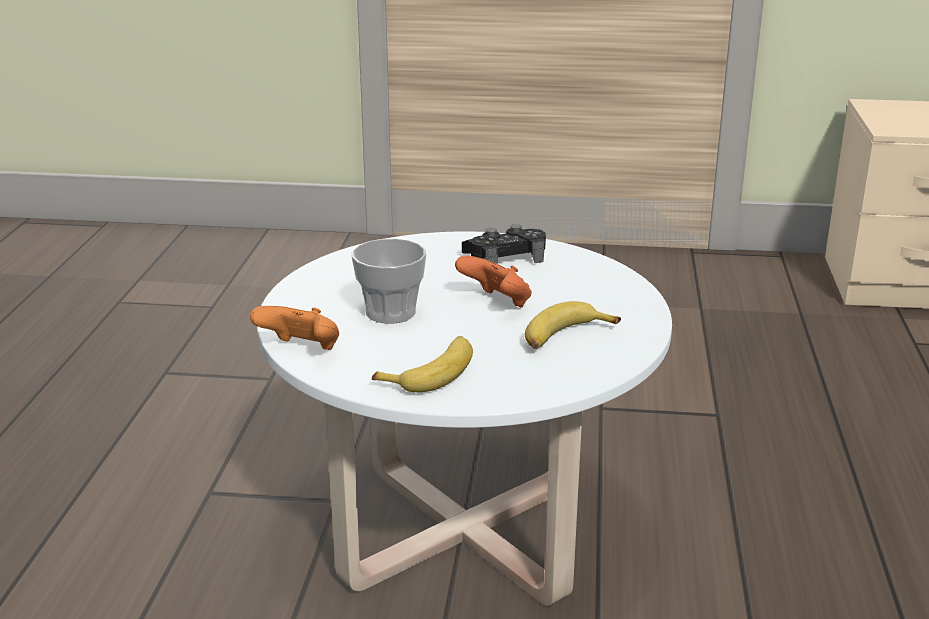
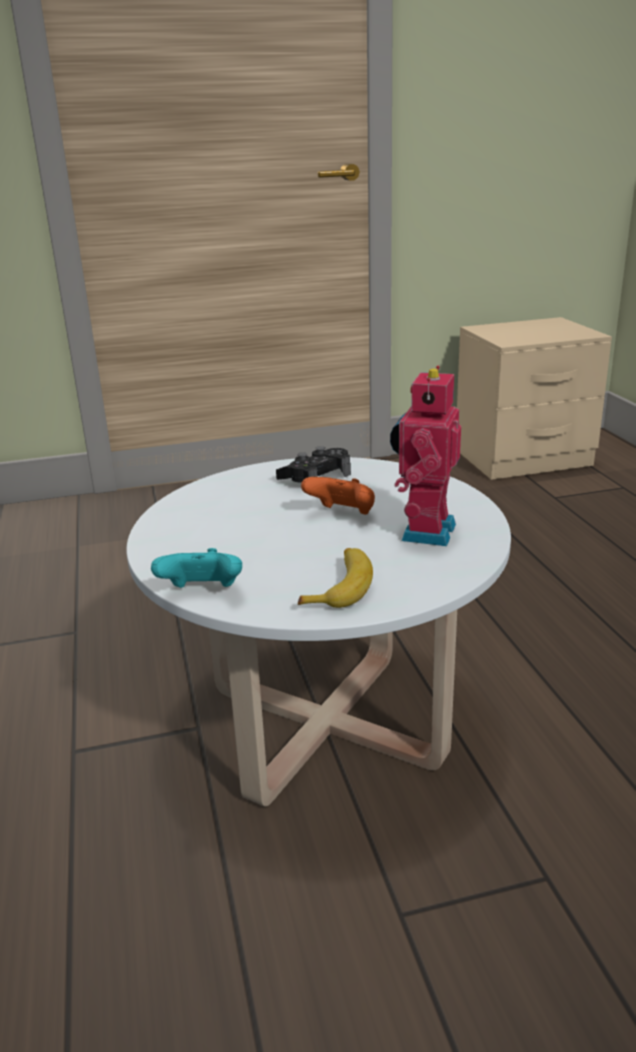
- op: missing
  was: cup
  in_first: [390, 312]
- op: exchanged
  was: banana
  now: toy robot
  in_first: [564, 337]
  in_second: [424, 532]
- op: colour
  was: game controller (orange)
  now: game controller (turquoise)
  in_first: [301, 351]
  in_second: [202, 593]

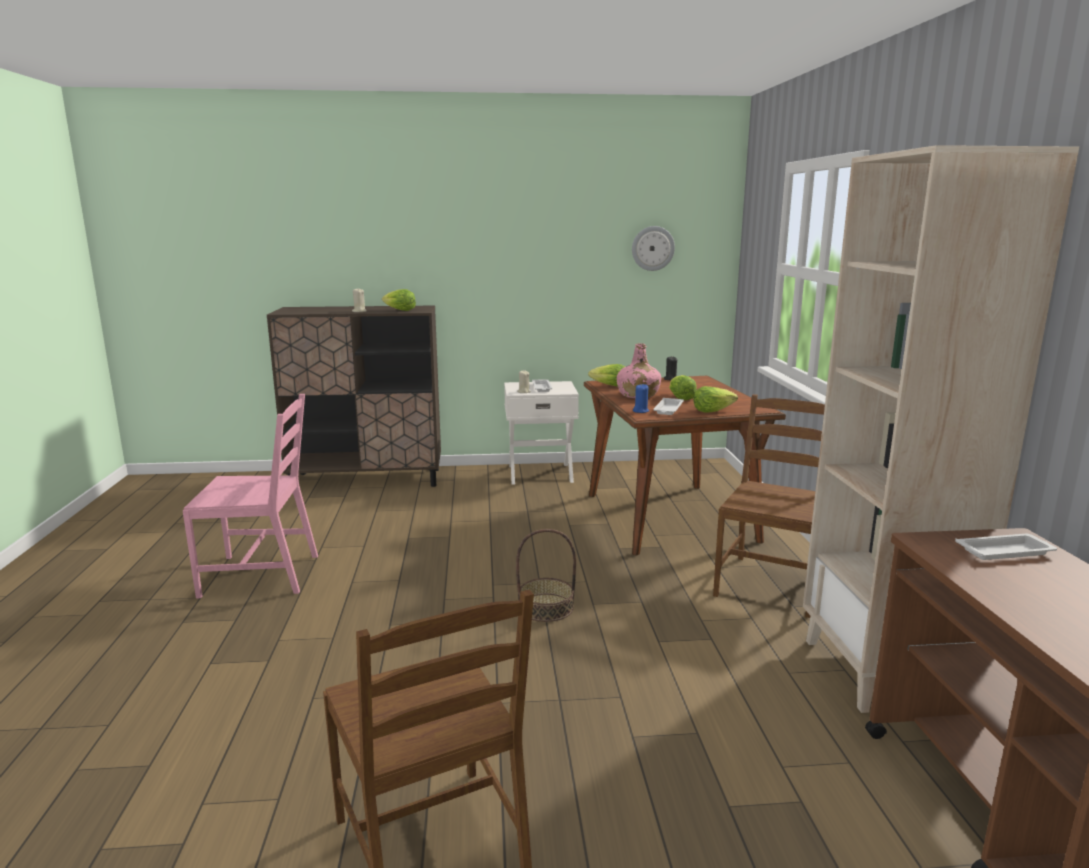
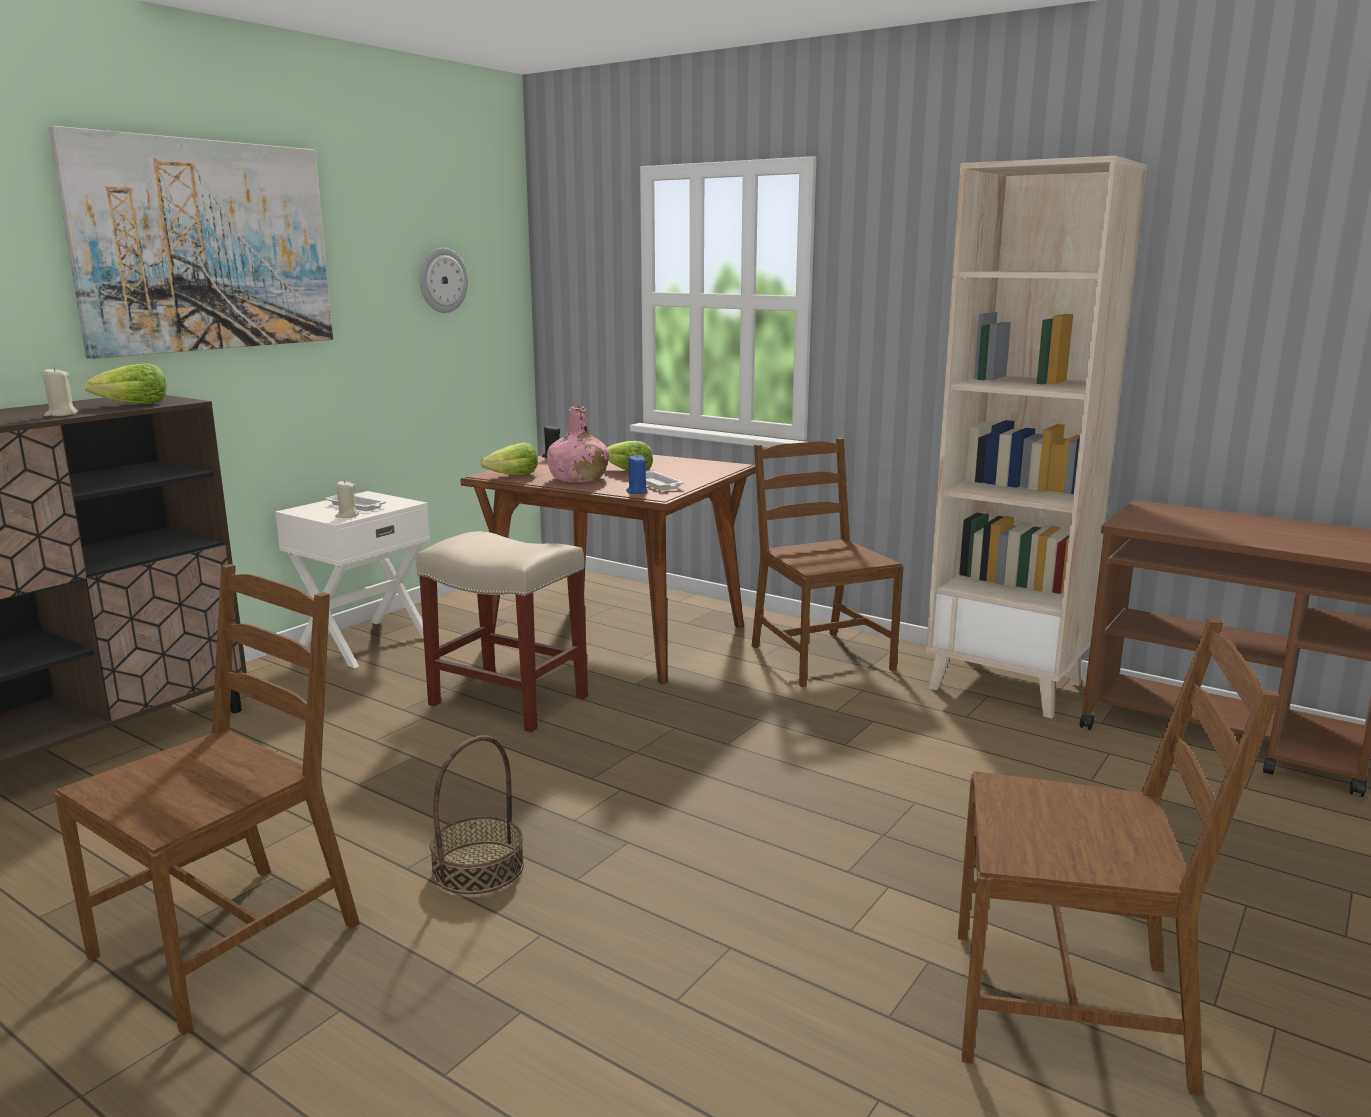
- op: missing
  was: lettuce
  in_first: [712, 411]
- op: colour
  was: chair (pink)
  now: chair (brown)
  in_first: [262, 574]
  in_second: [229, 940]
- op: relocated
  was: basket
  in_first: [546, 607]
  in_second: [478, 867]
- op: missing
  was: tray (white)
  in_first: [1006, 552]
- op: appeared
  now: picture
  in_second: [205, 246]
- op: appeared
  now: stool (beige)
  in_second: [506, 700]

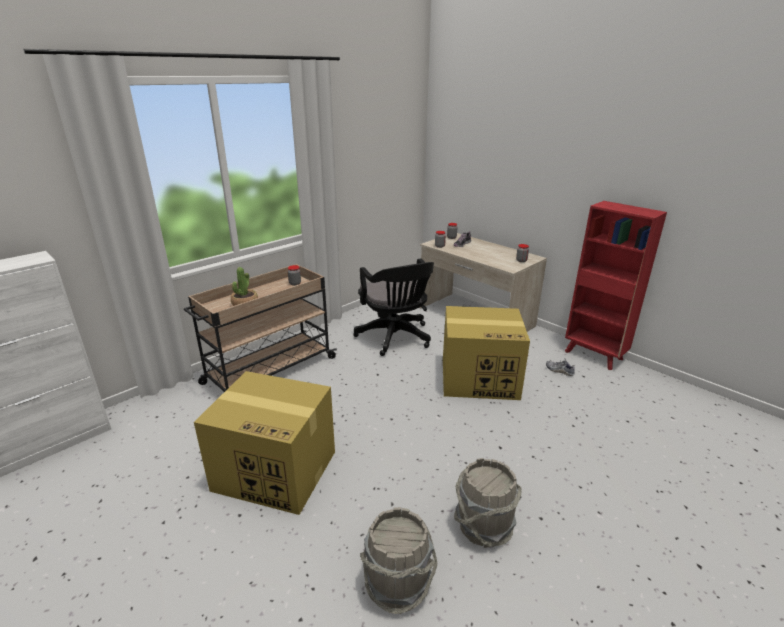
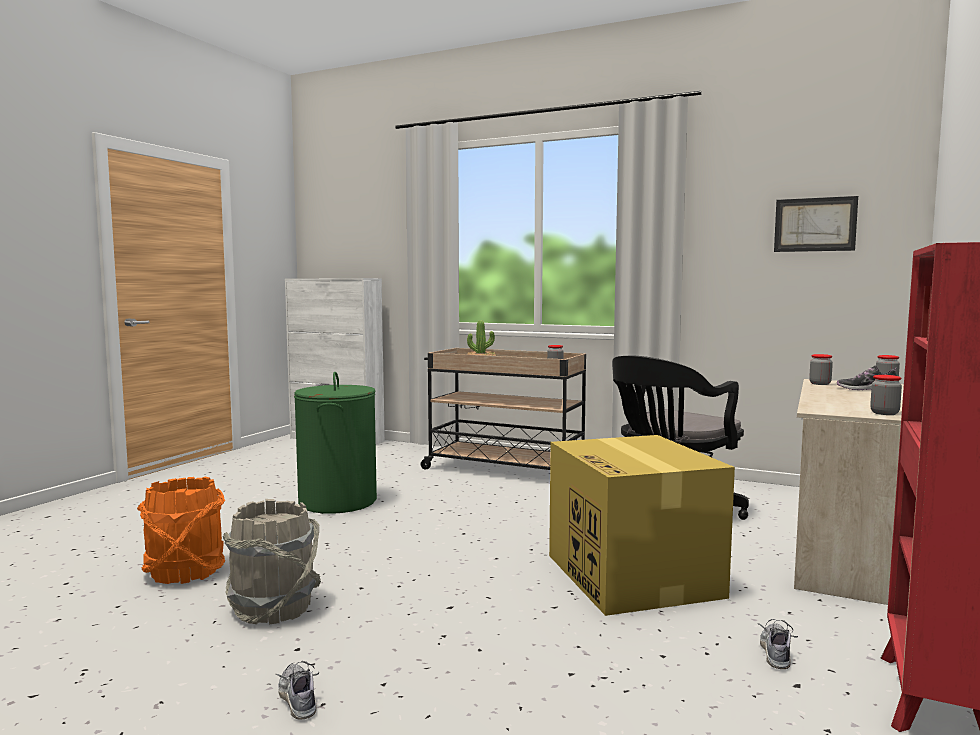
- op: exchanged
  was: cardboard box
  now: laundry basket (green)
  in_first: [277, 470]
  in_second: [338, 501]
- op: colour
  was: bucket (grey)
  now: bucket (orange)
  in_first: [397, 584]
  in_second: [186, 571]
- op: appeared
  now: picture
  in_second: [815, 224]
- op: appeared
  now: shoe
  in_second: [298, 698]

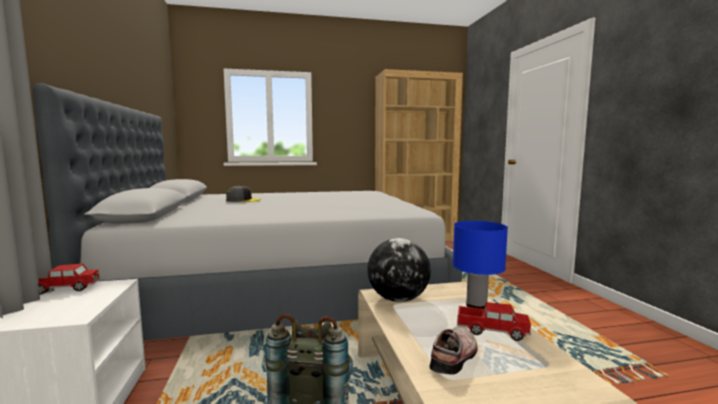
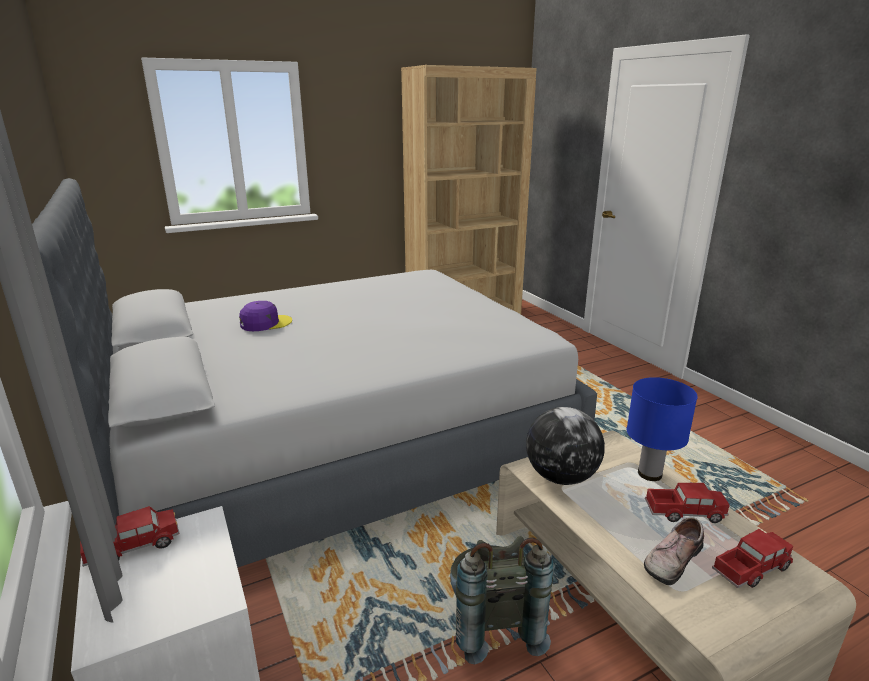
- op: colour
  was: cap (grey)
  now: cap (purple)
  in_first: [243, 200]
  in_second: [265, 323]
- op: spun
  was: shoe
  in_first: [455, 356]
  in_second: [671, 559]
  clockwise: -150
- op: appeared
  now: toy truck
  in_second: [751, 568]

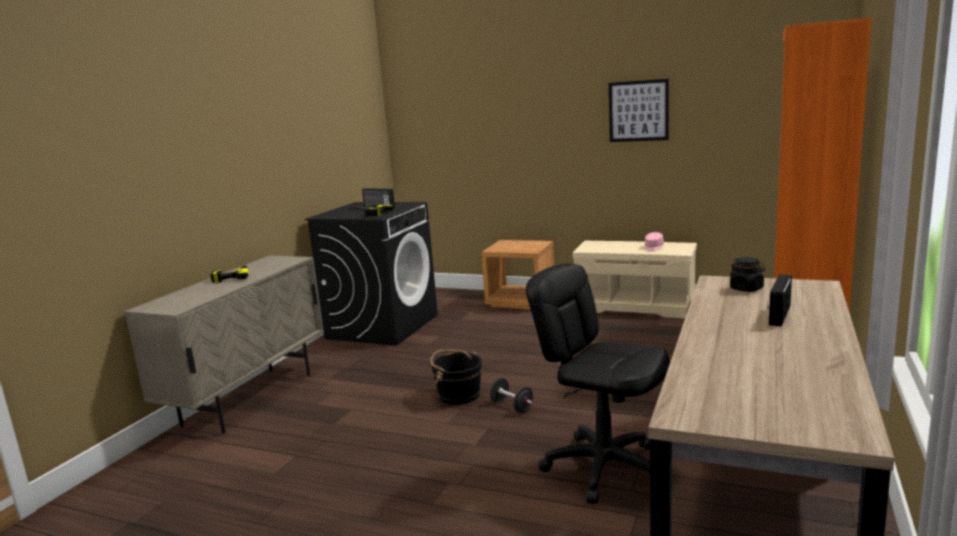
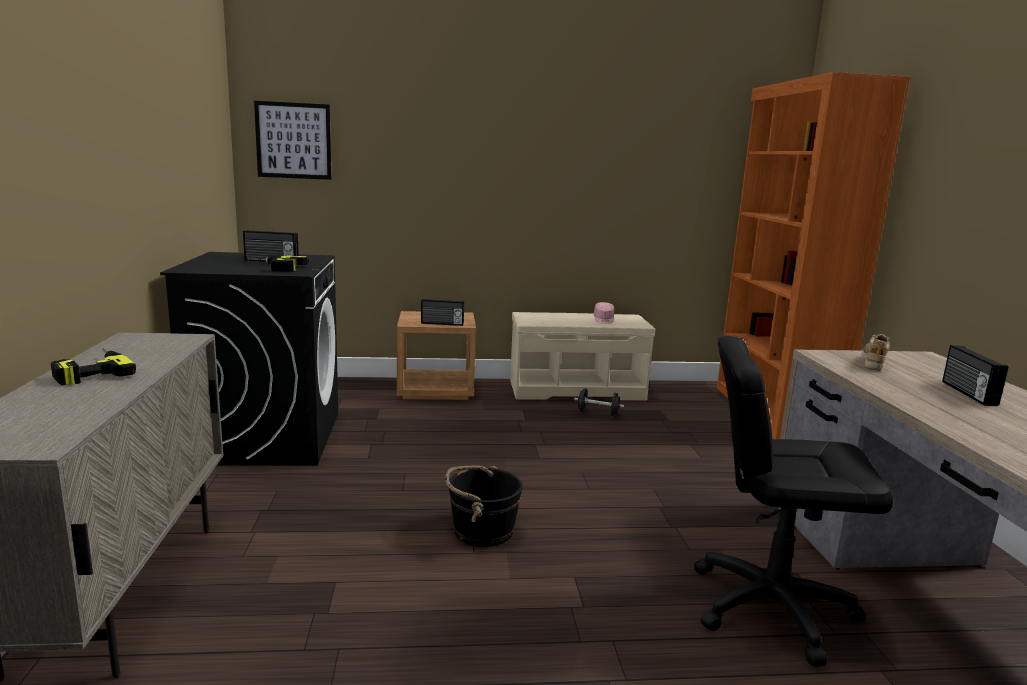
- op: relocated
  was: picture
  in_first: [638, 111]
  in_second: [293, 140]
- op: exchanged
  was: jar (black)
  now: shoe (beige)
  in_first: [746, 289]
  in_second: [873, 363]
- op: relocated
  was: dumbbell (black)
  in_first: [511, 406]
  in_second: [598, 413]
- op: appeared
  now: radio
  in_second: [442, 323]

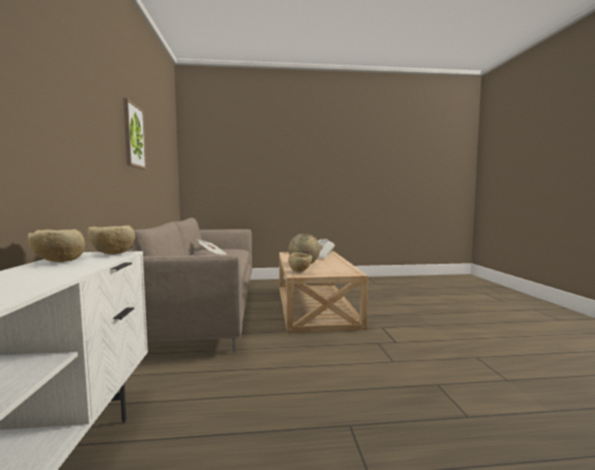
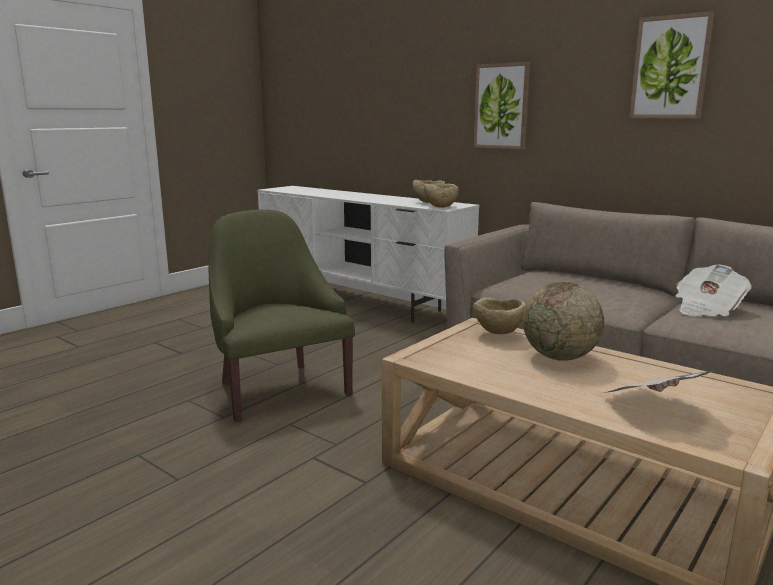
- op: appeared
  now: picture
  in_second: [501, 106]
- op: appeared
  now: armchair (green)
  in_second: [278, 388]

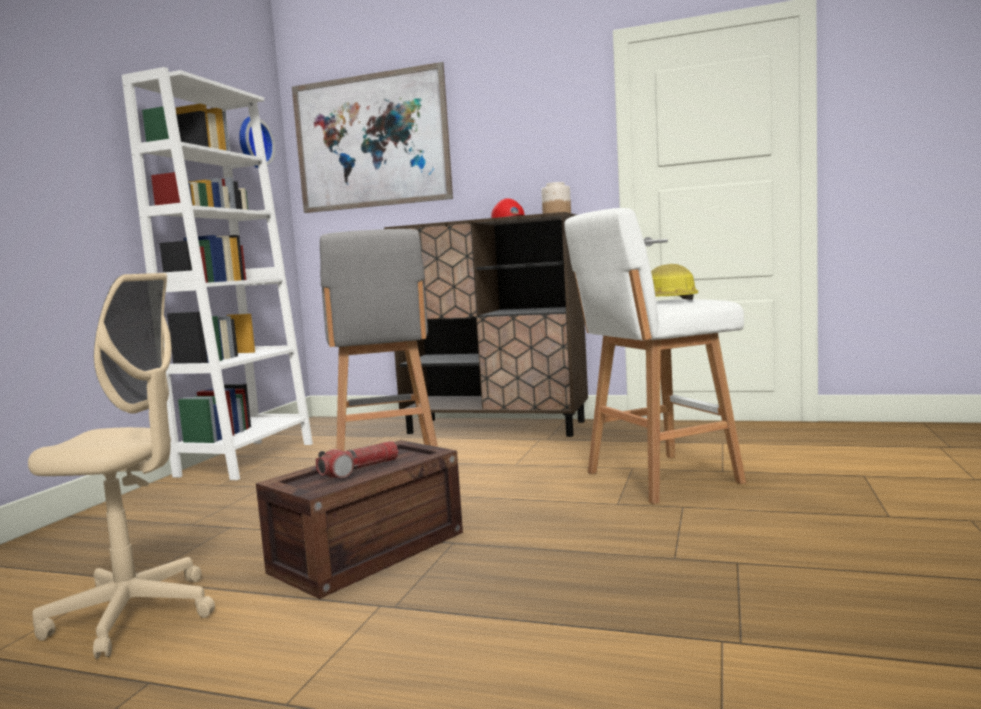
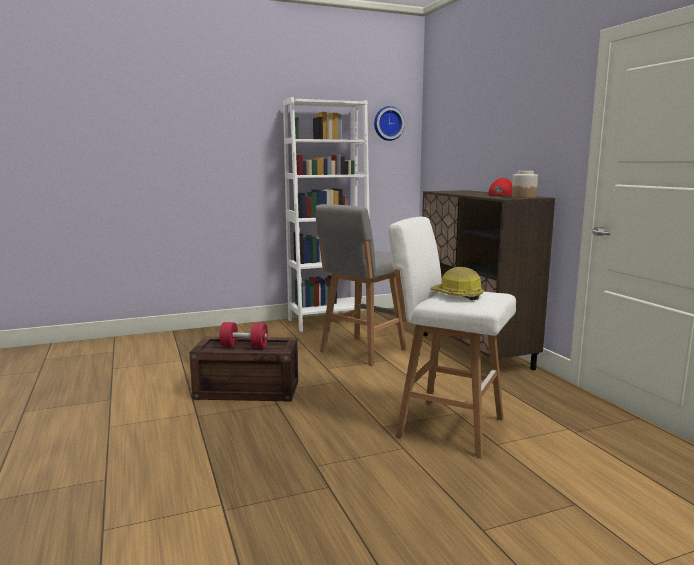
- op: missing
  was: picture
  in_first: [371, 141]
- op: missing
  was: office chair (beige)
  in_first: [134, 615]
- op: exchanged
  was: flashlight
  now: dumbbell (red)
  in_first: [359, 470]
  in_second: [244, 346]

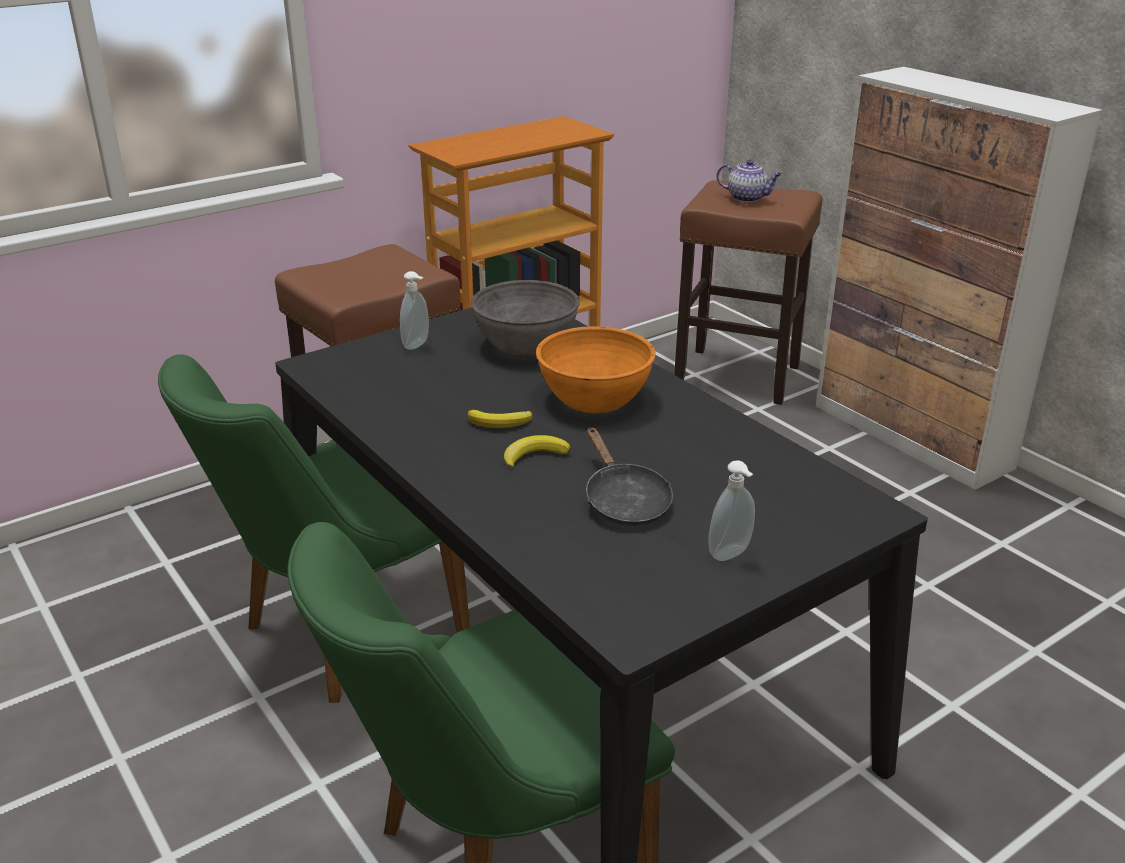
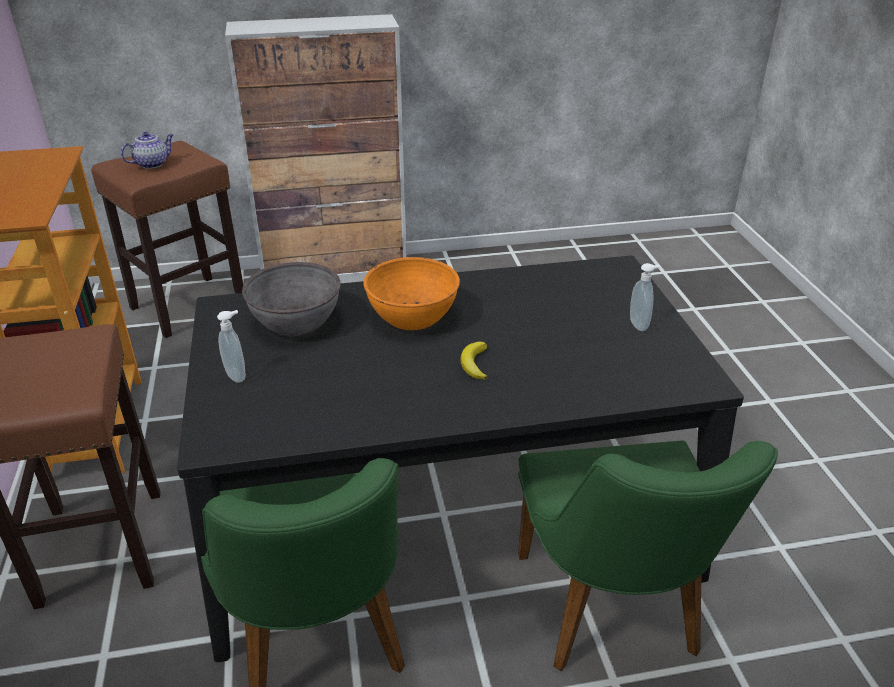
- op: missing
  was: banana
  in_first: [501, 423]
- op: missing
  was: frying pan (black)
  in_first: [624, 501]

